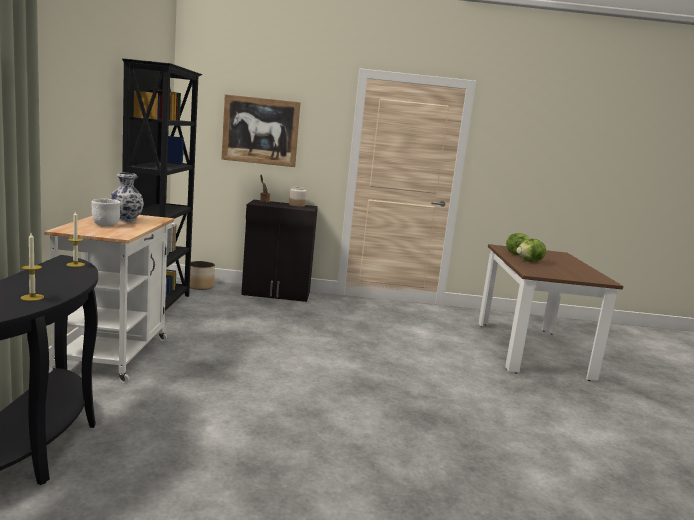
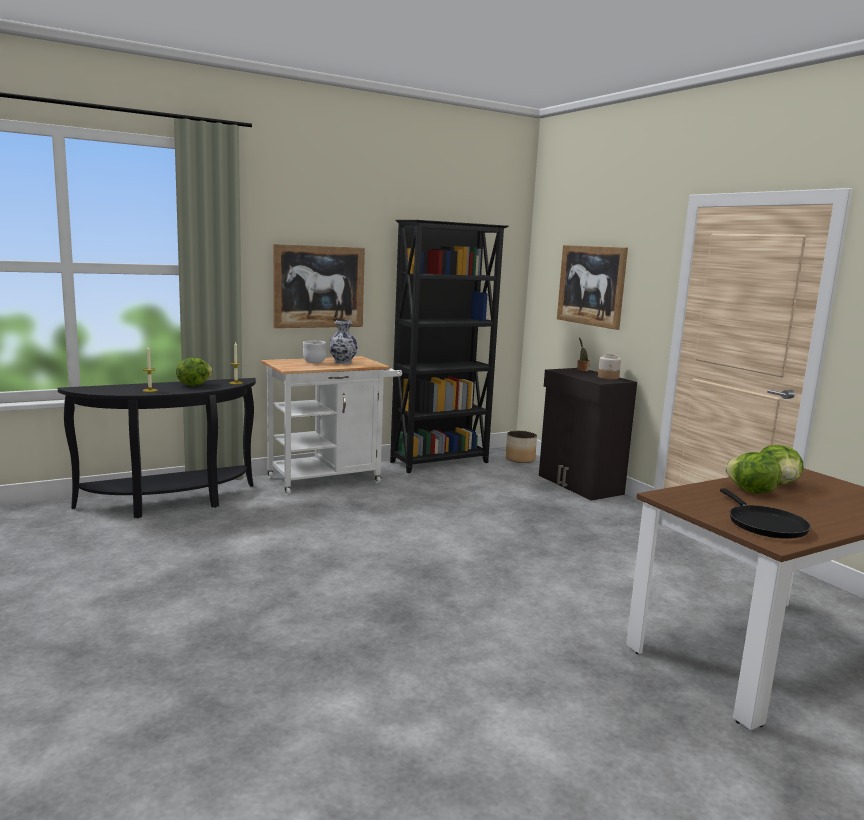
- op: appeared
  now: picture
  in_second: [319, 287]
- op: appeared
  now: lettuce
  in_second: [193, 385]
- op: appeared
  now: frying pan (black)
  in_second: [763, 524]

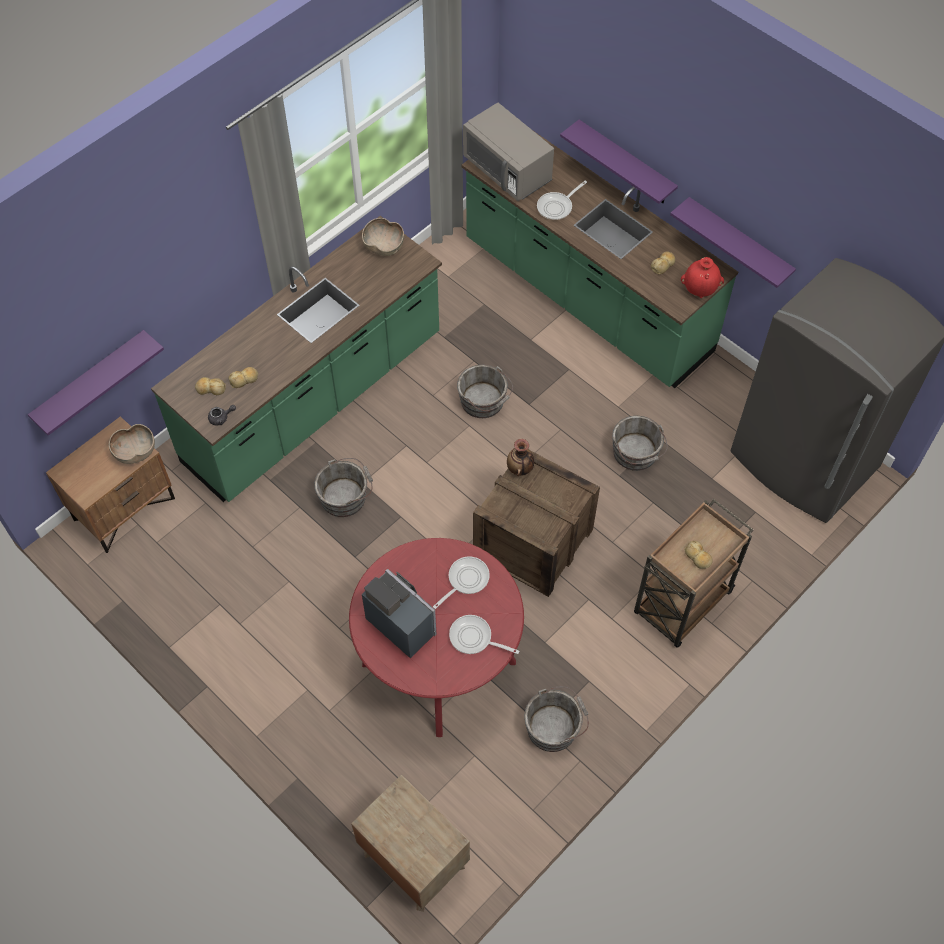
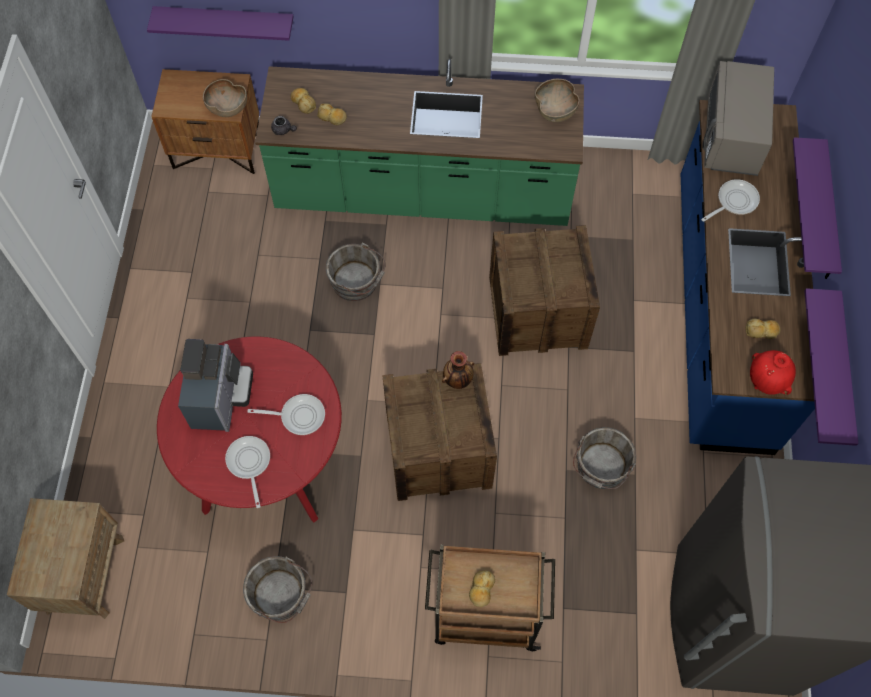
- op: colour
  was: counter (green)
  now: counter (blue)
  in_first: [586, 298]
  in_second: [720, 310]
- op: spun
  was: frying pan
  in_first: [557, 207]
  in_second: [734, 201]
  clockwise: 135
- op: exchanged
  was: bucket (grey)
  now: crate
  in_first: [484, 402]
  in_second: [537, 312]

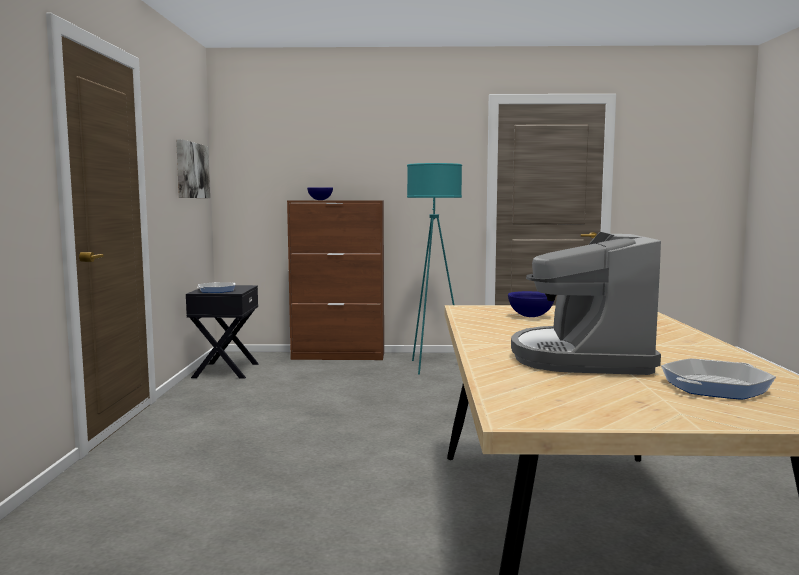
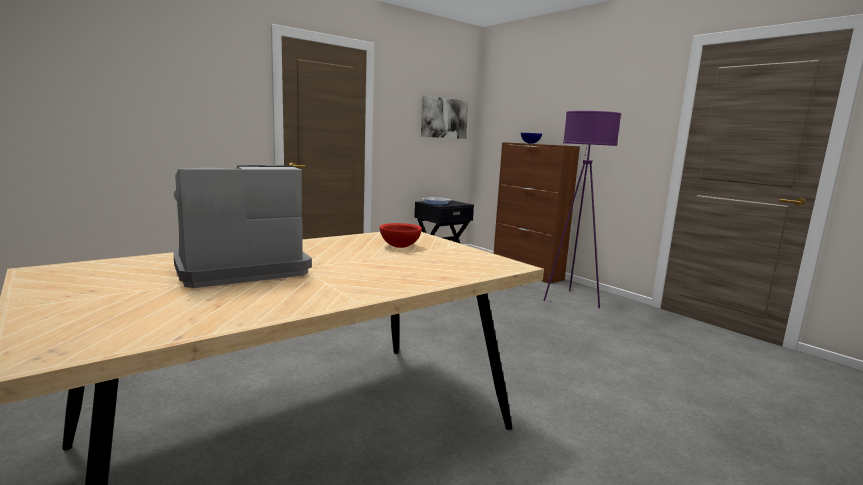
- op: colour
  was: floor lamp (turquoise)
  now: floor lamp (purple)
  in_first: [433, 367]
  in_second: [571, 300]
- op: colour
  was: bowl (blue)
  now: bowl (red)
  in_first: [531, 316]
  in_second: [400, 246]
- op: missing
  was: frying pan
  in_first: [715, 386]

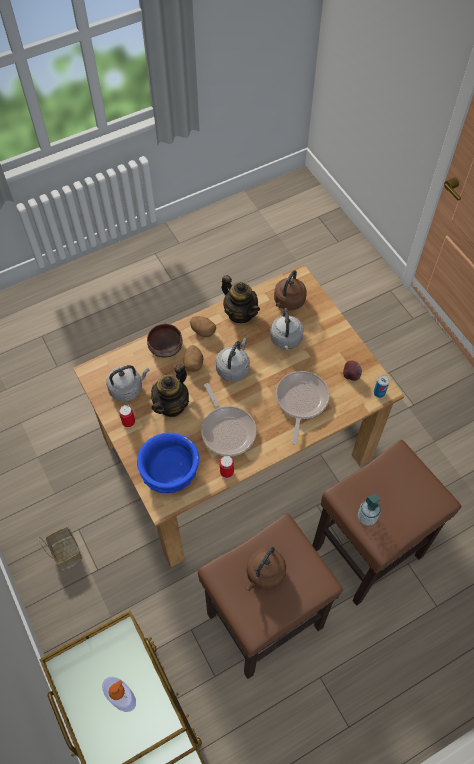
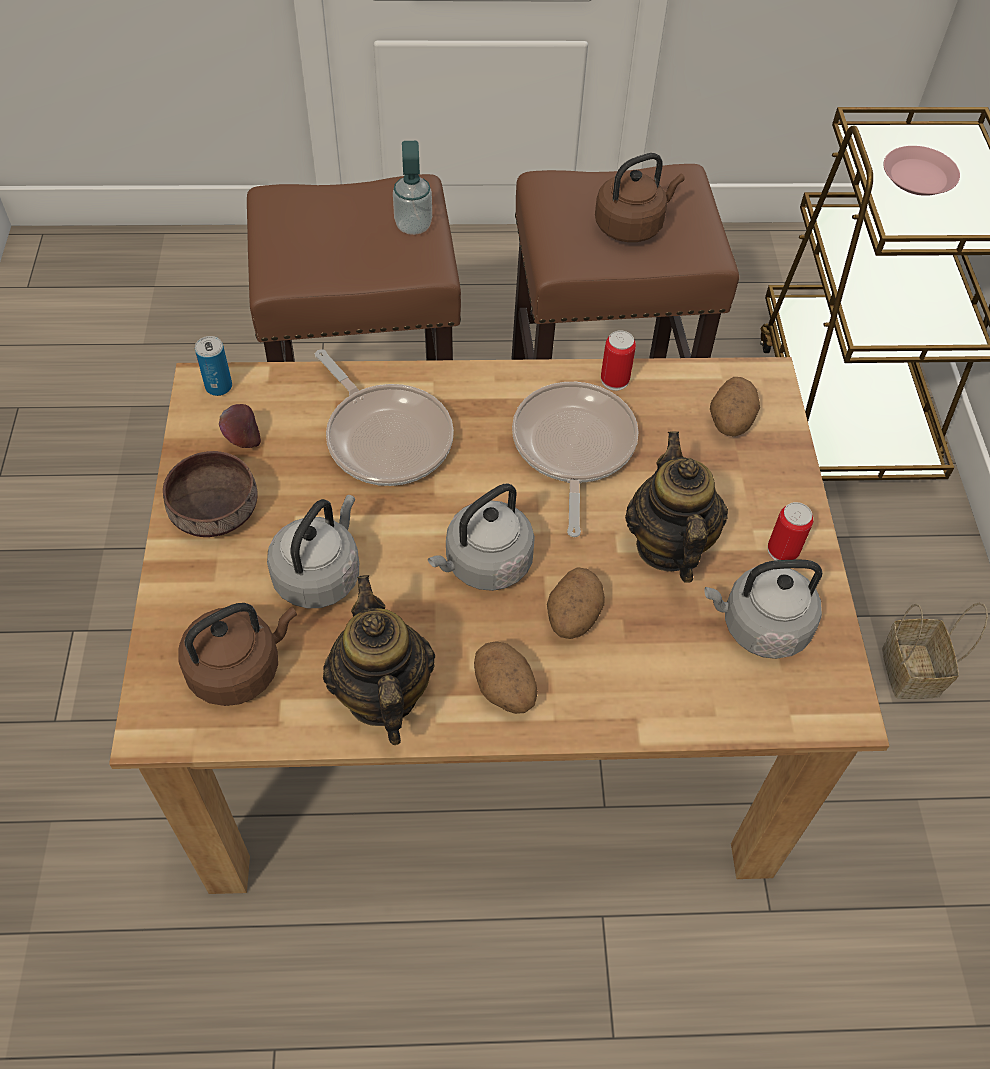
- op: relocated
  was: bowl (brown)
  in_first: [166, 346]
  in_second: [213, 510]
- op: spun
  was: teapot
  in_first: [172, 405]
  in_second: [668, 545]
  clockwise: -60
- op: spun
  was: frying pan
  in_first: [301, 401]
  in_second: [385, 437]
  clockwise: -75
- op: exchanged
  was: bowl (blue)
  now: potato
  in_first: [169, 473]
  in_second: [730, 422]
- op: exchanged
  was: soap dispenser
  now: plate (pink)
  in_first: [121, 697]
  in_second: [918, 177]

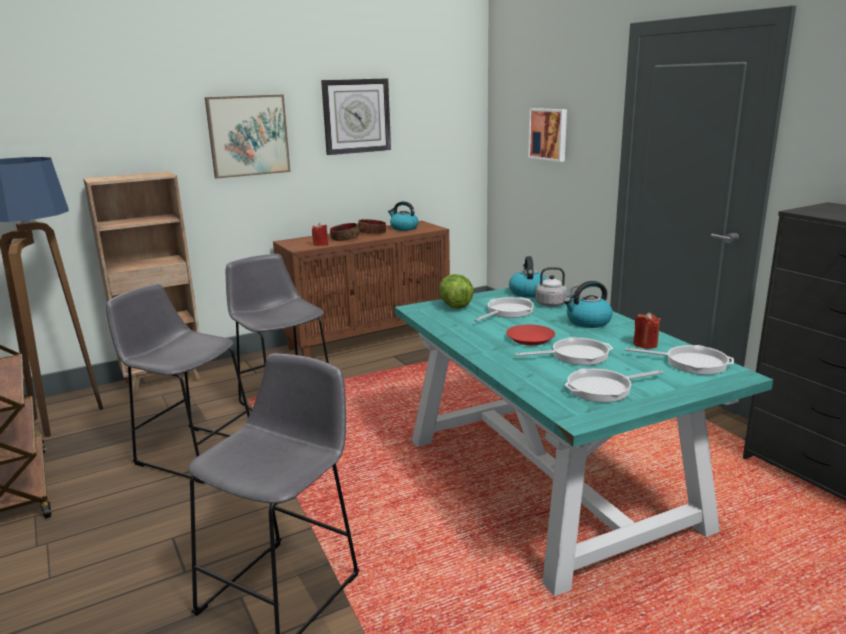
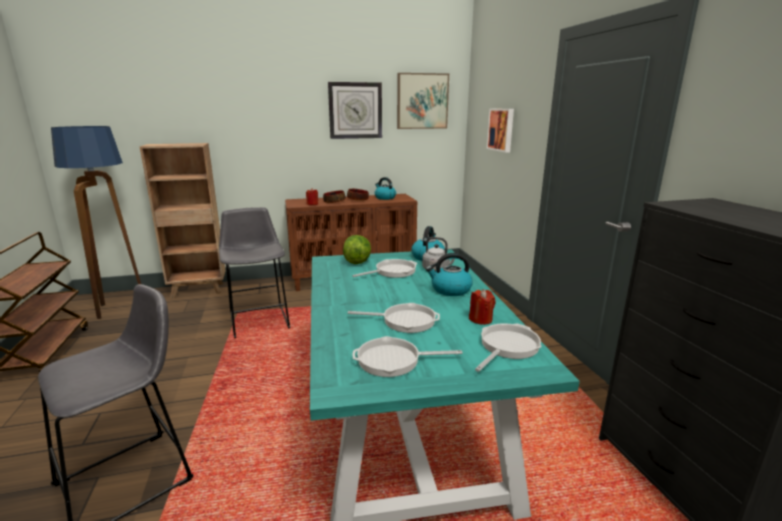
- op: relocated
  was: picture
  in_first: [248, 135]
  in_second: [422, 101]
- op: missing
  was: stool (grey)
  in_first: [192, 452]
- op: missing
  was: plate (red)
  in_first: [530, 339]
- op: spun
  was: frying pan
  in_first: [691, 363]
  in_second: [507, 346]
  clockwise: -90

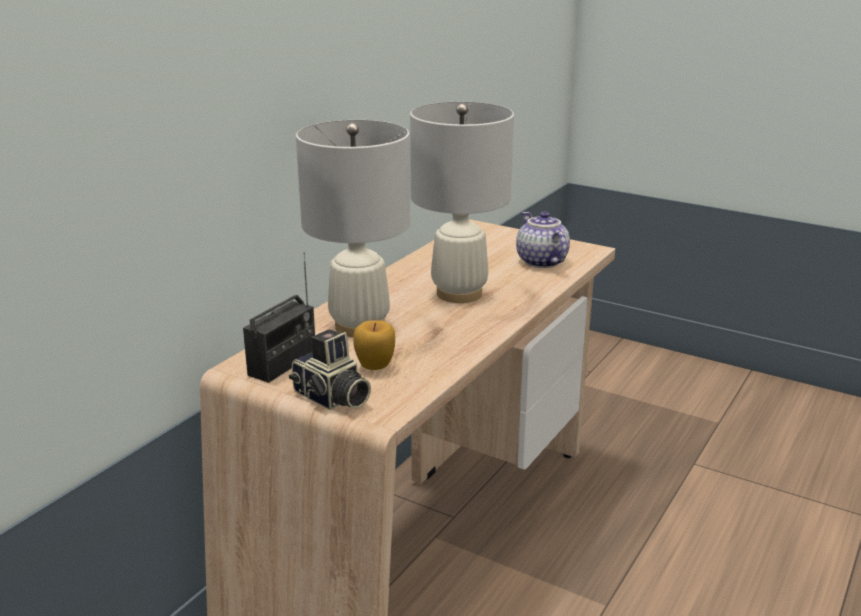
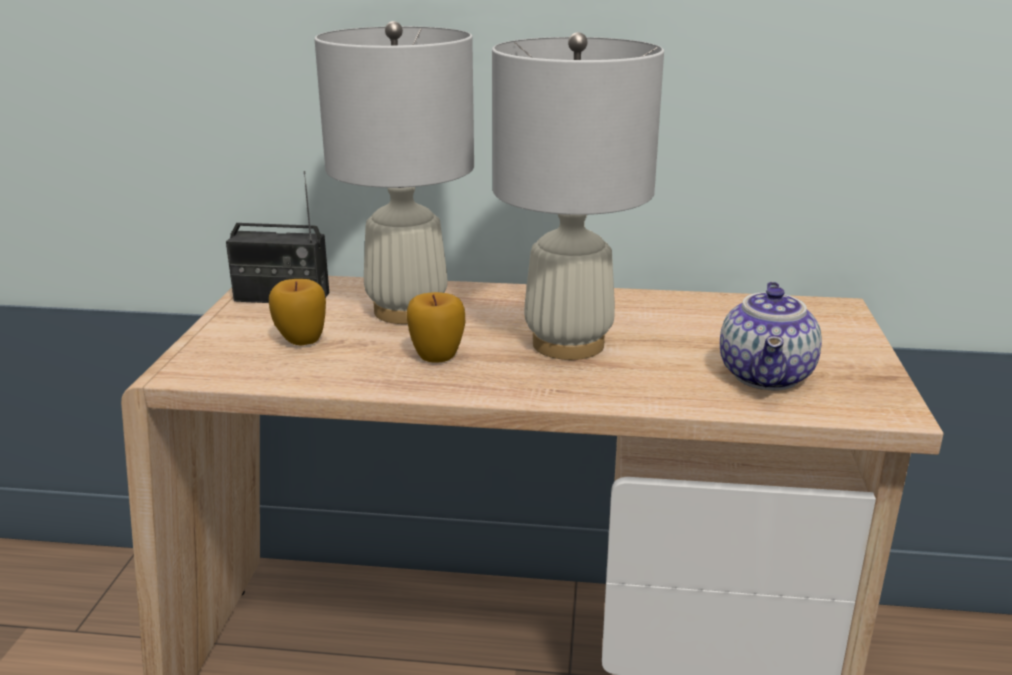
- op: spun
  was: teapot
  in_first: [540, 261]
  in_second: [768, 377]
  clockwise: 150
- op: missing
  was: photo camera
  in_first: [331, 398]
- op: appeared
  now: apple
  in_second: [437, 356]

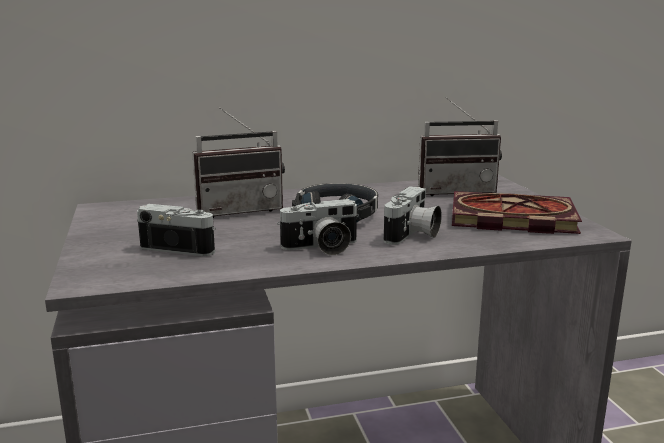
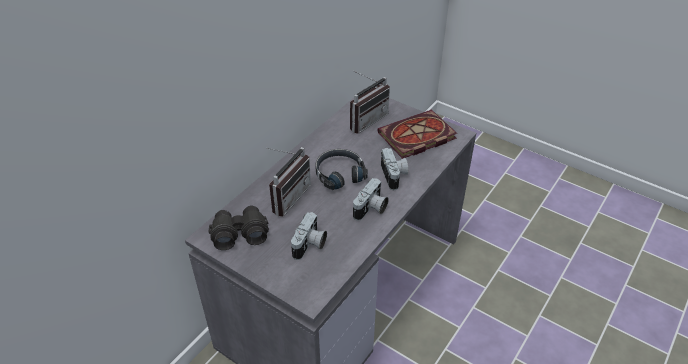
- op: spun
  was: photo camera
  in_first: [182, 247]
  in_second: [310, 245]
  clockwise: 135
- op: appeared
  now: binoculars (black)
  in_second: [239, 233]

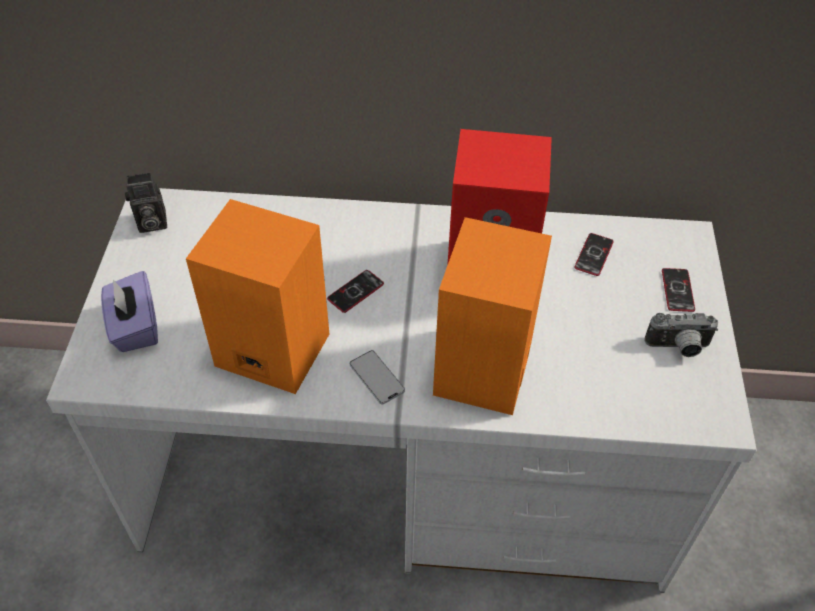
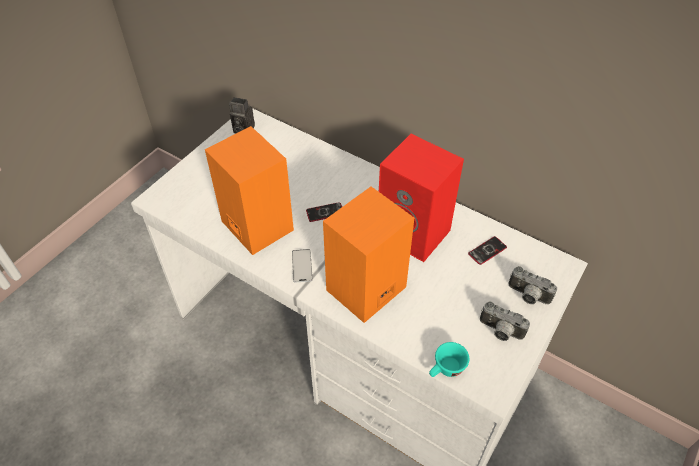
- op: exchanged
  was: phone
  now: photo camera
  in_first: [677, 290]
  in_second: [527, 296]
- op: missing
  was: tissue box (purple)
  in_first: [135, 327]
- op: appeared
  now: cup (turquoise)
  in_second: [446, 370]

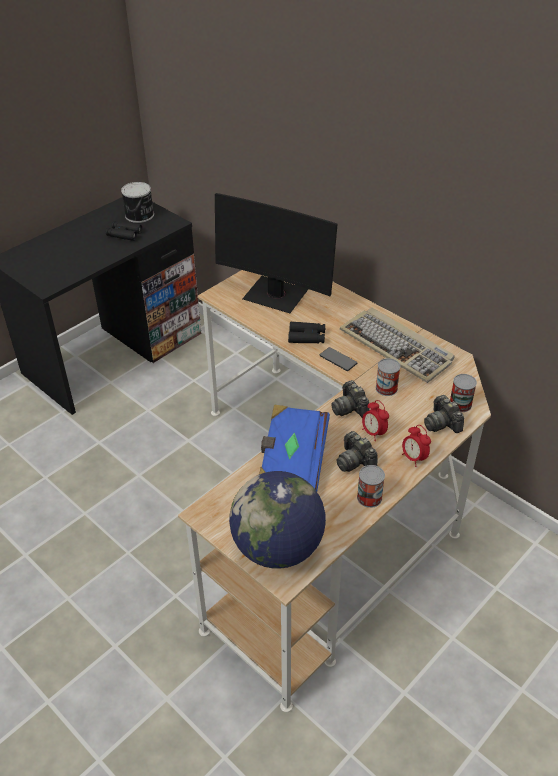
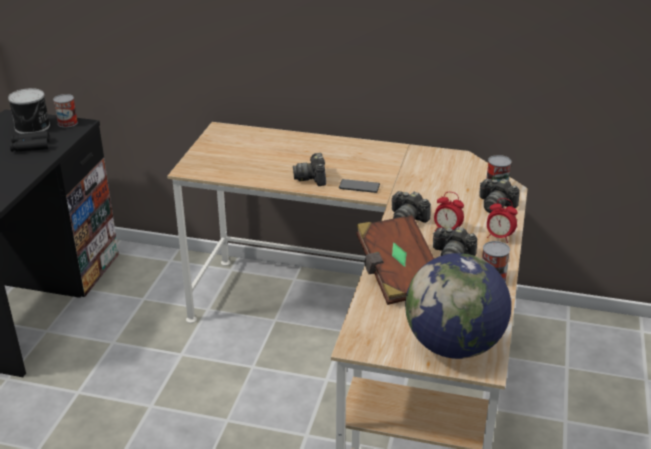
- op: missing
  was: monitor
  in_first: [275, 296]
- op: missing
  was: keyboard
  in_first: [397, 347]
- op: exchanged
  was: binoculars (black)
  now: photo camera
  in_first: [307, 337]
  in_second: [312, 178]
- op: relocated
  was: can
  in_first: [386, 388]
  in_second: [67, 123]
- op: colour
  was: book (blue)
  now: book (brown)
  in_first: [292, 461]
  in_second: [397, 275]

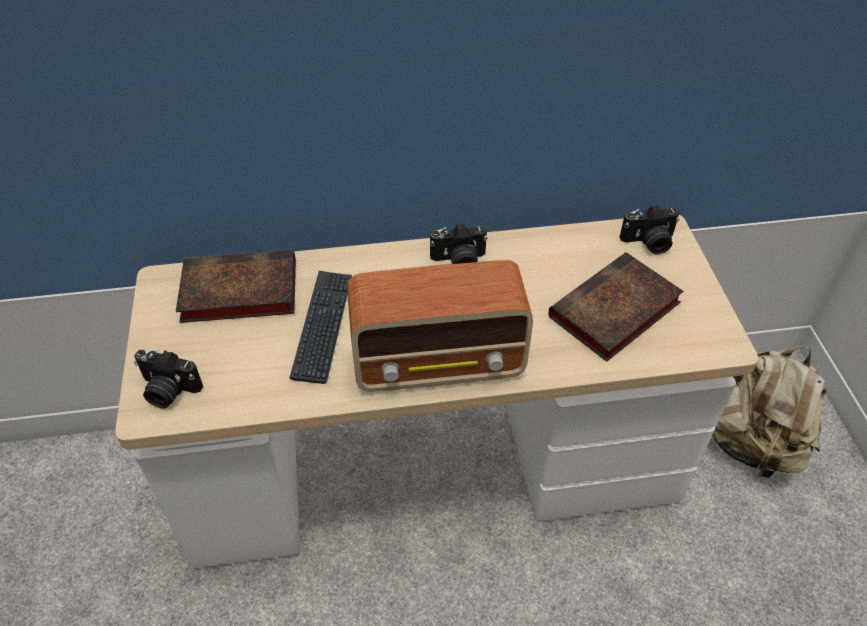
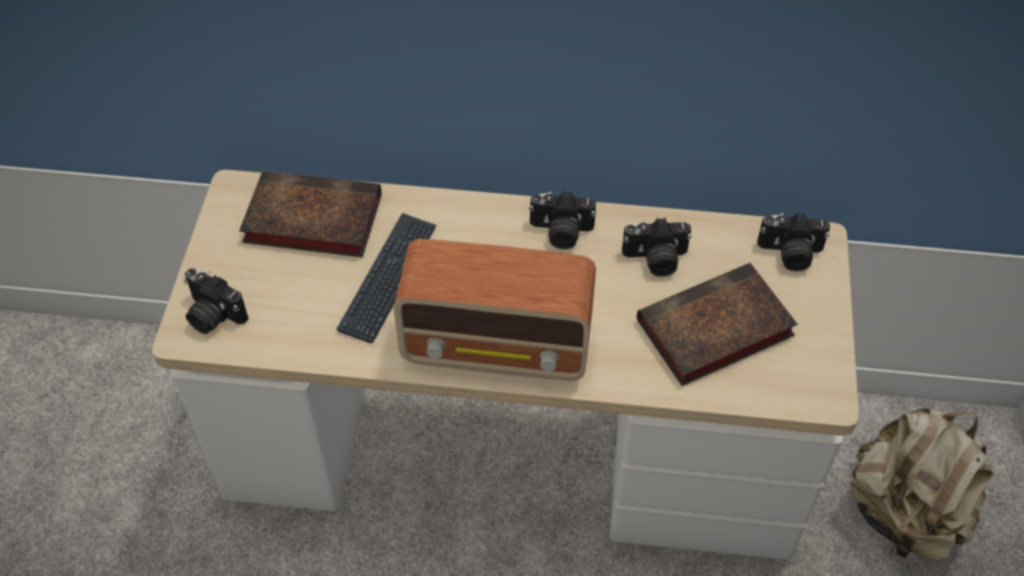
- op: appeared
  now: photo camera
  in_second: [655, 260]

